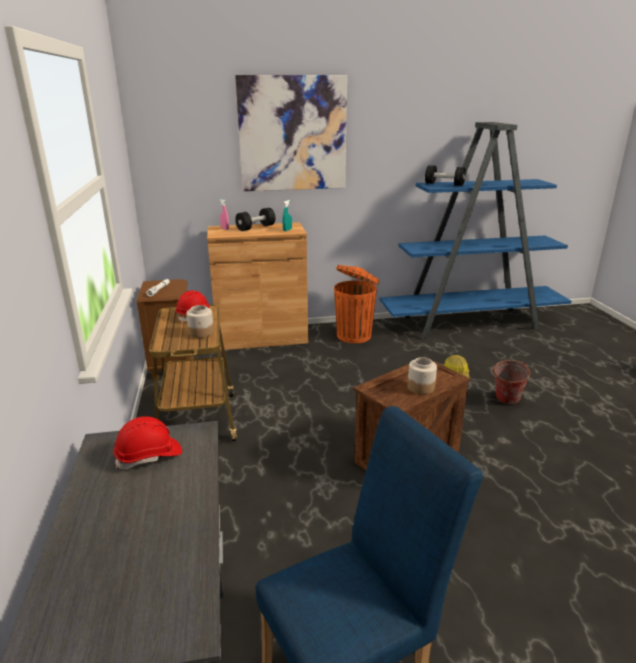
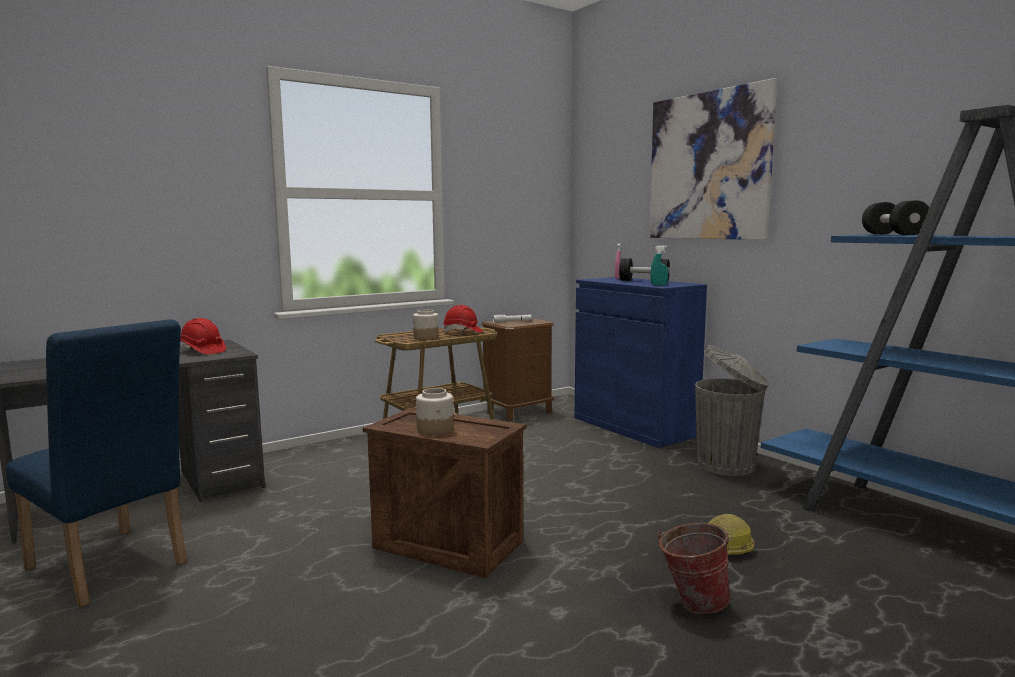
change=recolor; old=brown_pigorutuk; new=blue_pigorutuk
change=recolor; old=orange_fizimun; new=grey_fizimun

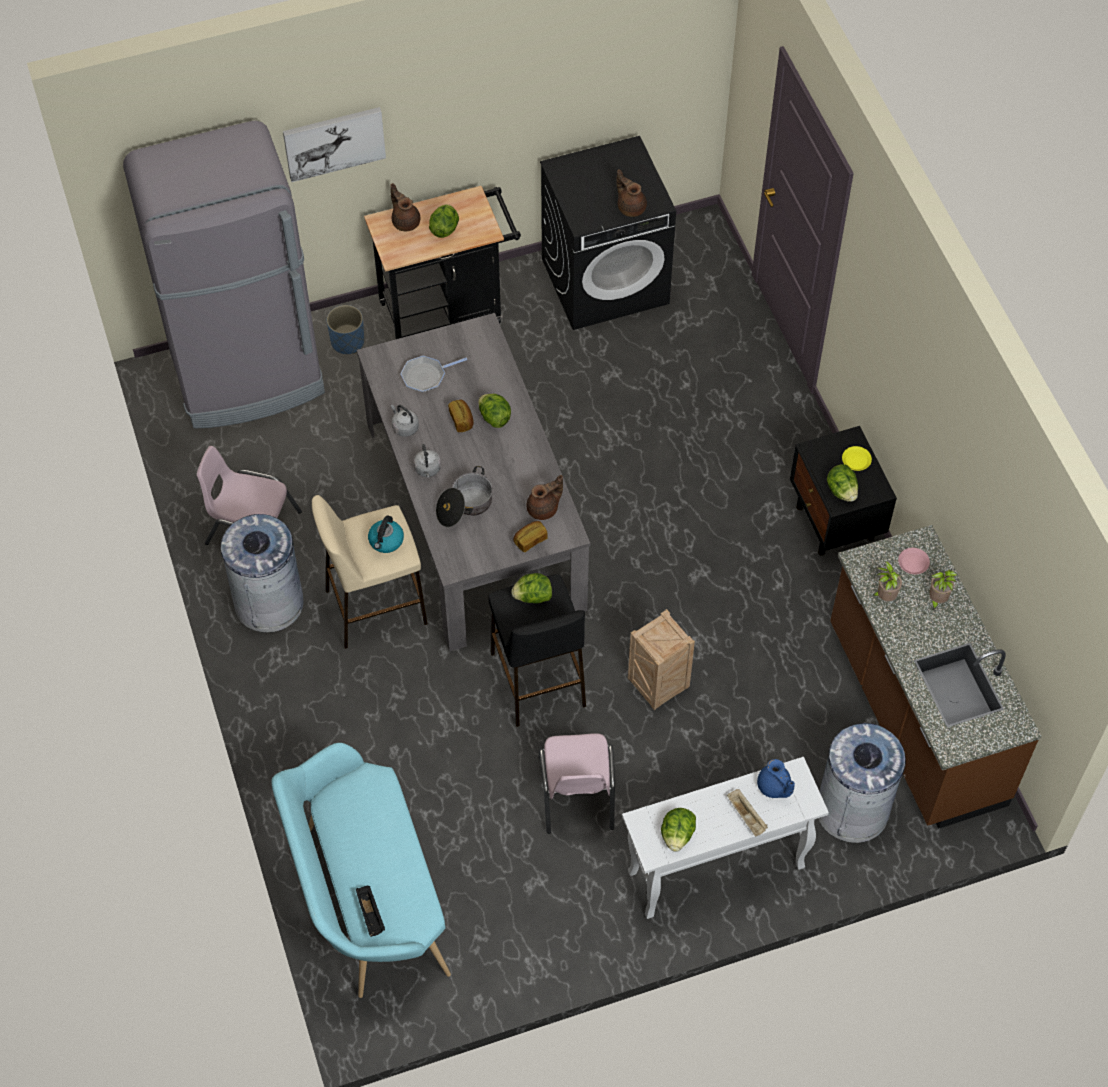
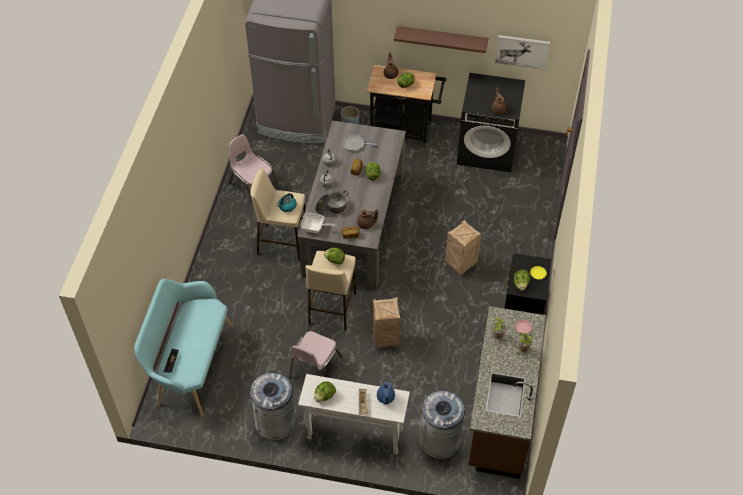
change=insert; new=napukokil (1st from left)
change=insert; new=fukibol
change=insert; new=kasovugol (2nd from left)
change=move; old=grey_fizimun (1st from left)
change=move; old=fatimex
change=recolor; old=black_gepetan; new=beige_gepetan (2nd from left)

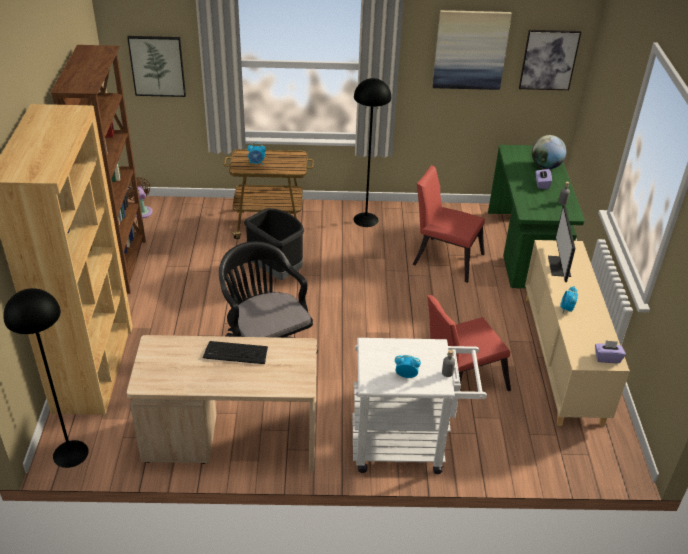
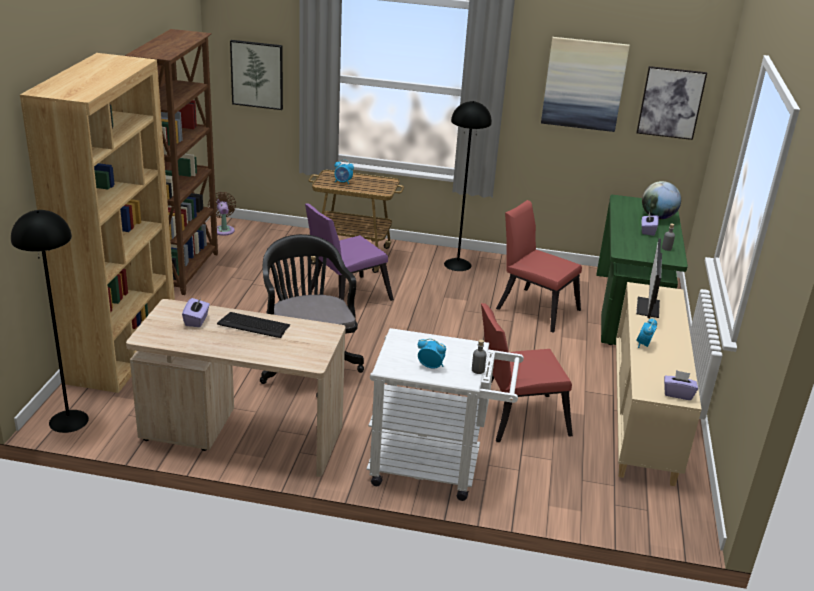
change=insert; new=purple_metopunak (1st from left)
change=replace; old=black_fizimun; new=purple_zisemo

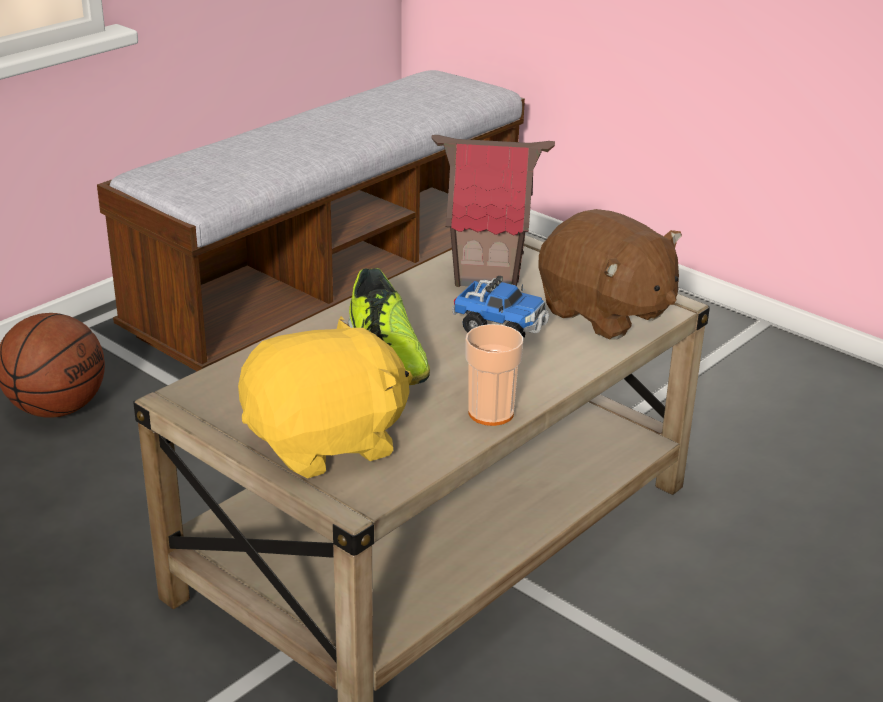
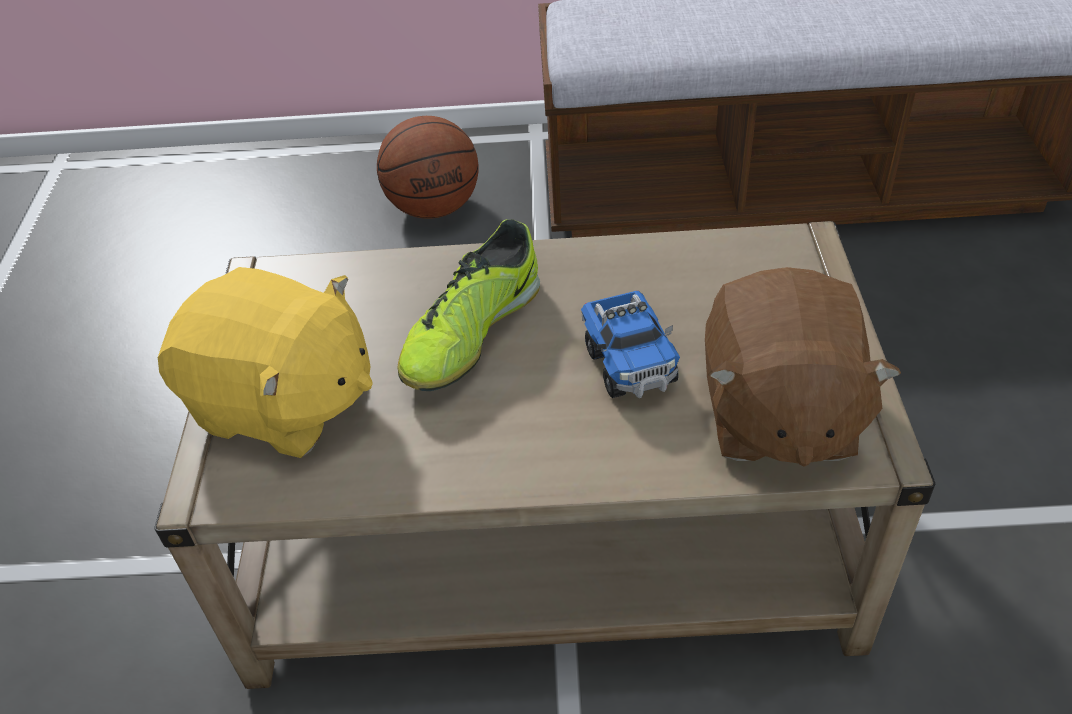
change=delete; old=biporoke
change=delete; old=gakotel

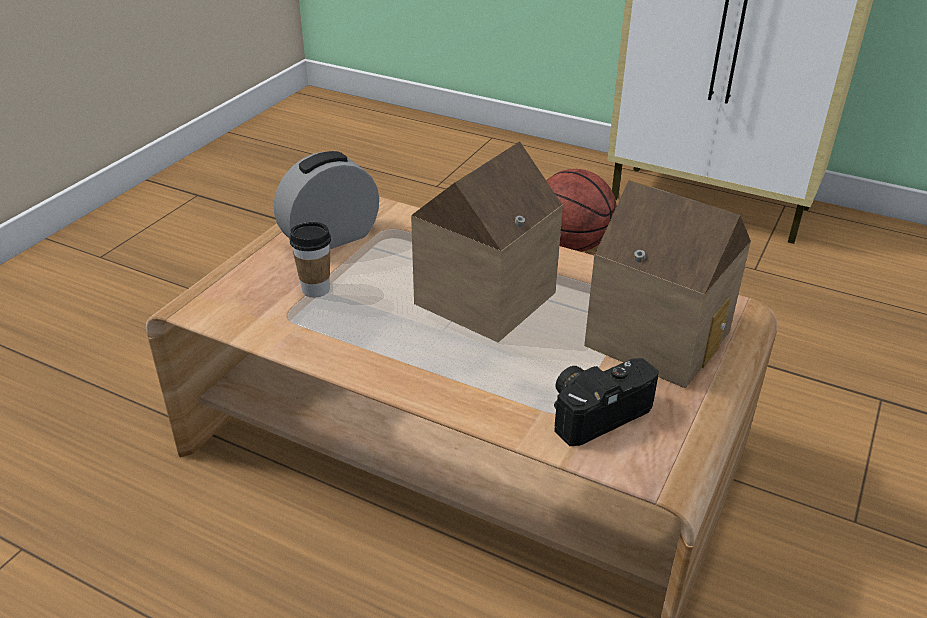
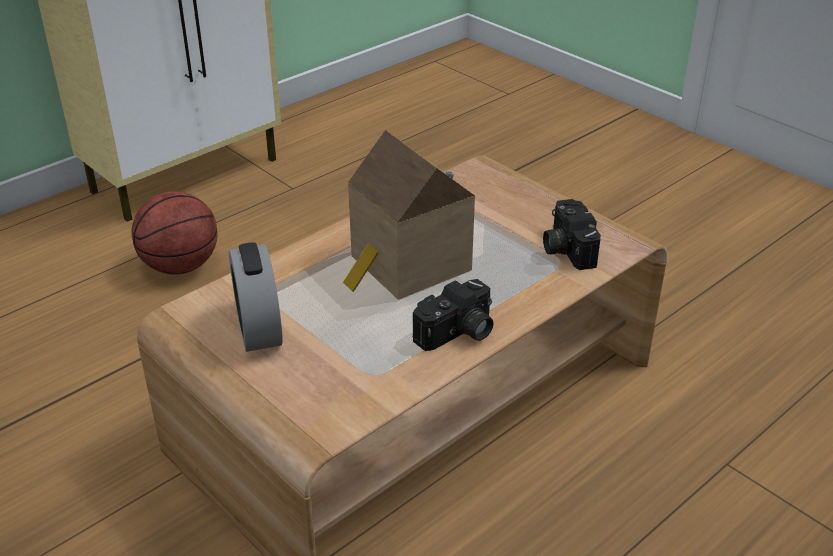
change=delete; old=gakotel
change=delete; old=biporoke (2nd from left)
change=insert; new=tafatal (1st from left)

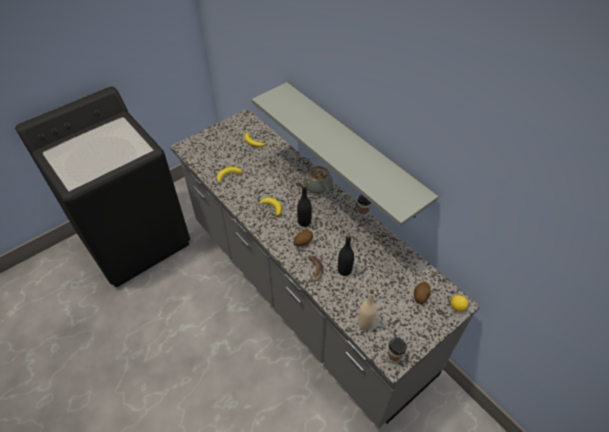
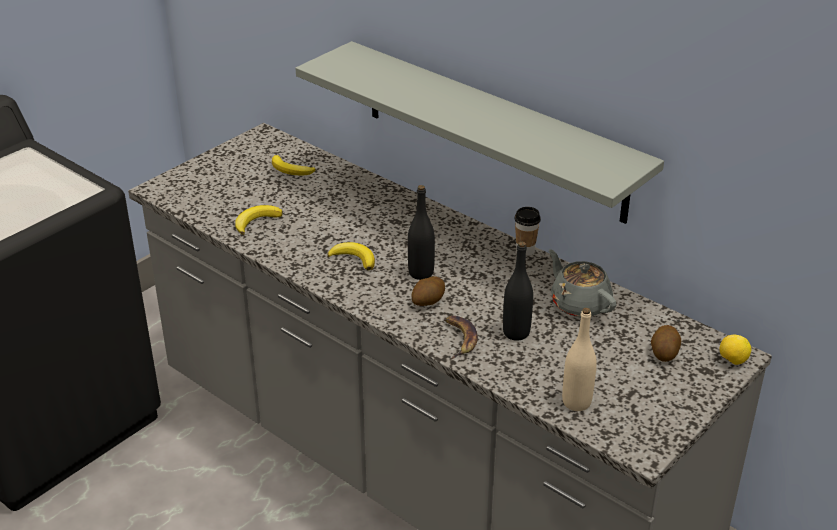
change=delete; old=gakotel (2nd from left)
change=move; old=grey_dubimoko

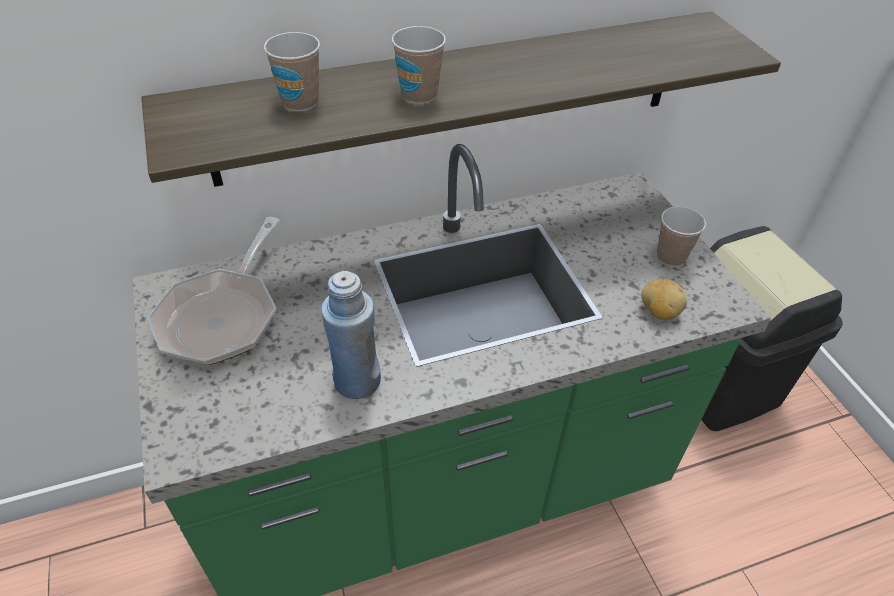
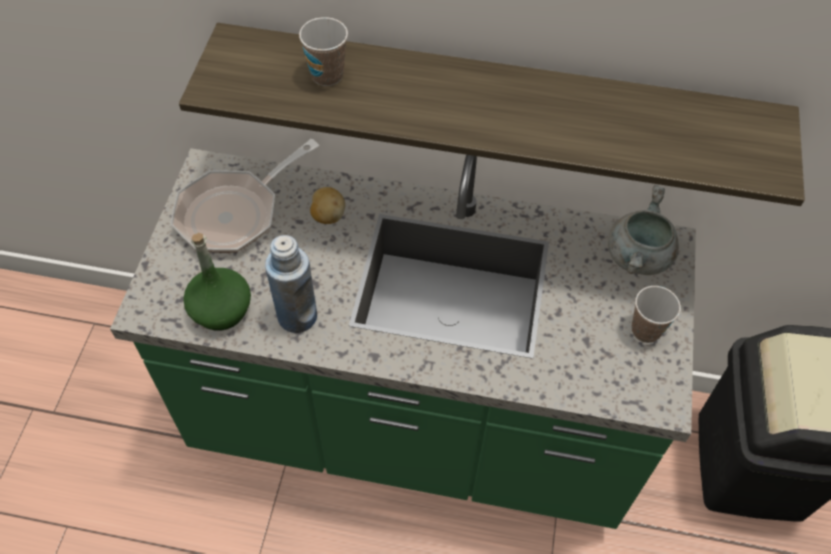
change=delete; old=gakotel (2nd from left)
change=insert; new=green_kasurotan
change=insert; new=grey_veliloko
change=move; old=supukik

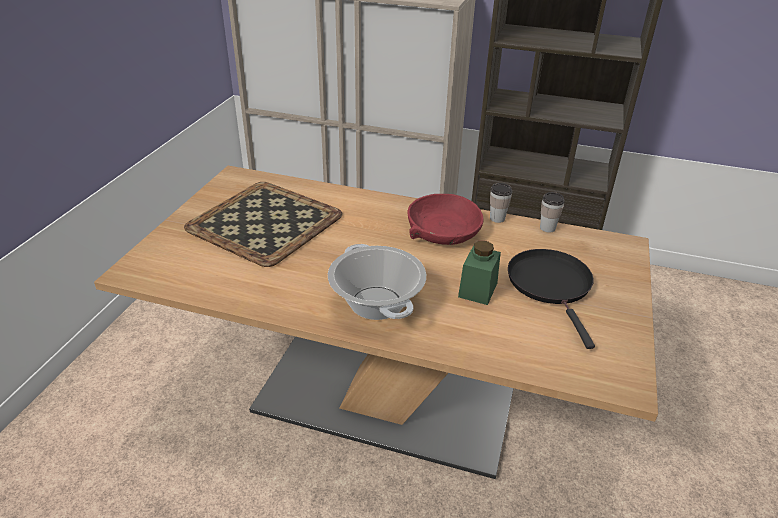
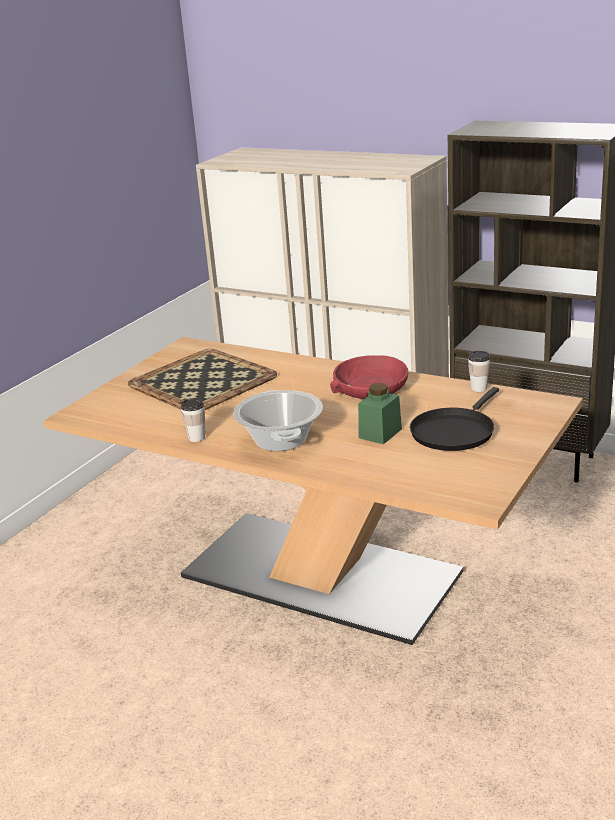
change=move; old=gakotel (1st from left)
change=rotate; old=black_napukokil; degrees=-150

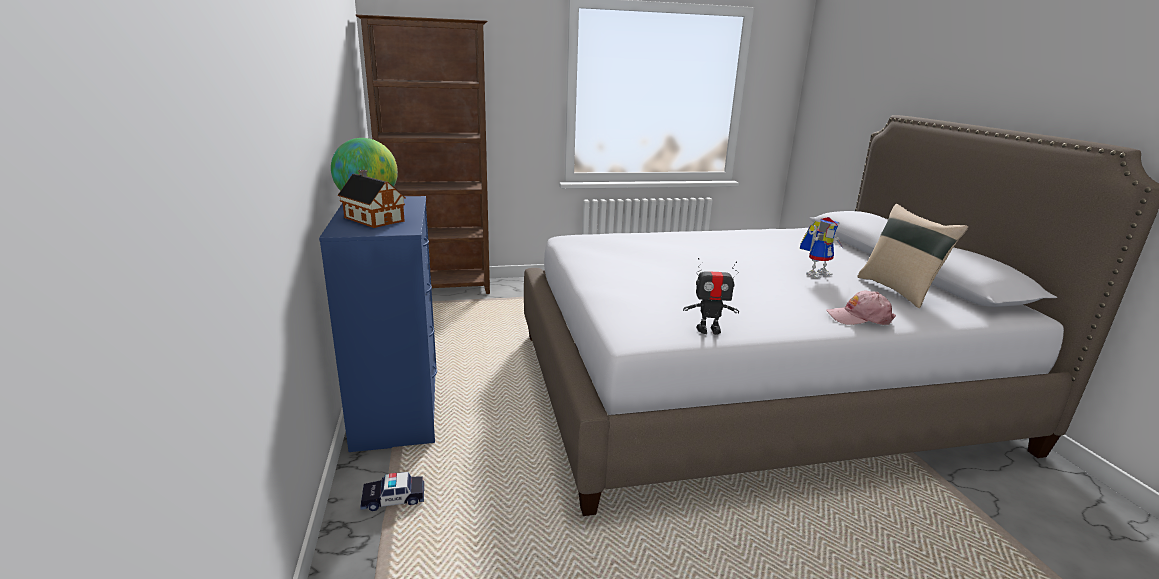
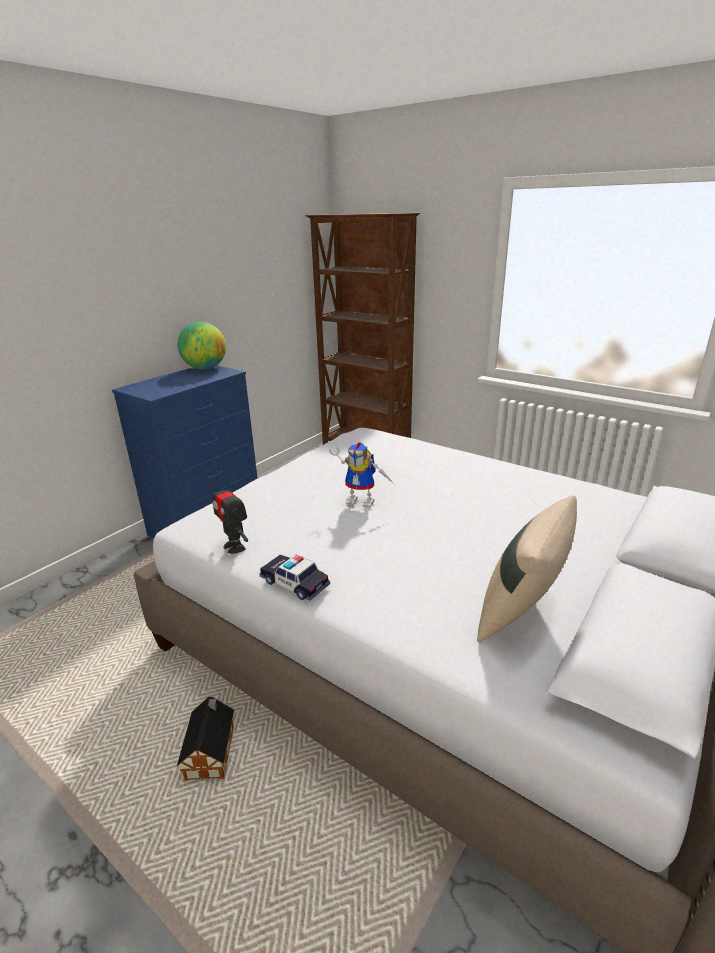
change=delete; old=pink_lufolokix
change=move; old=biporoke
change=move; old=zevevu
change=move; old=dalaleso (2nd from left)

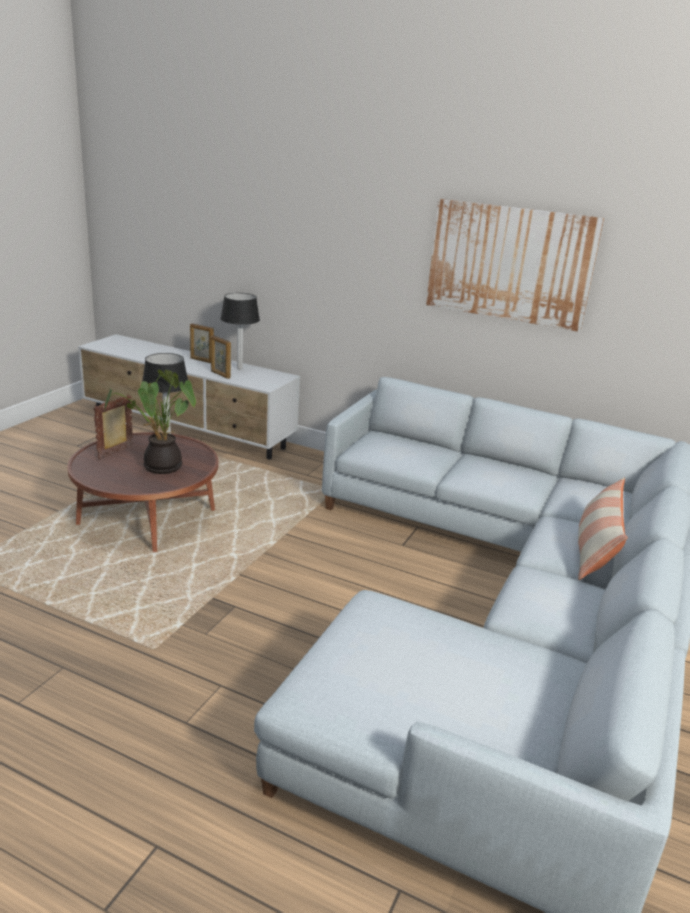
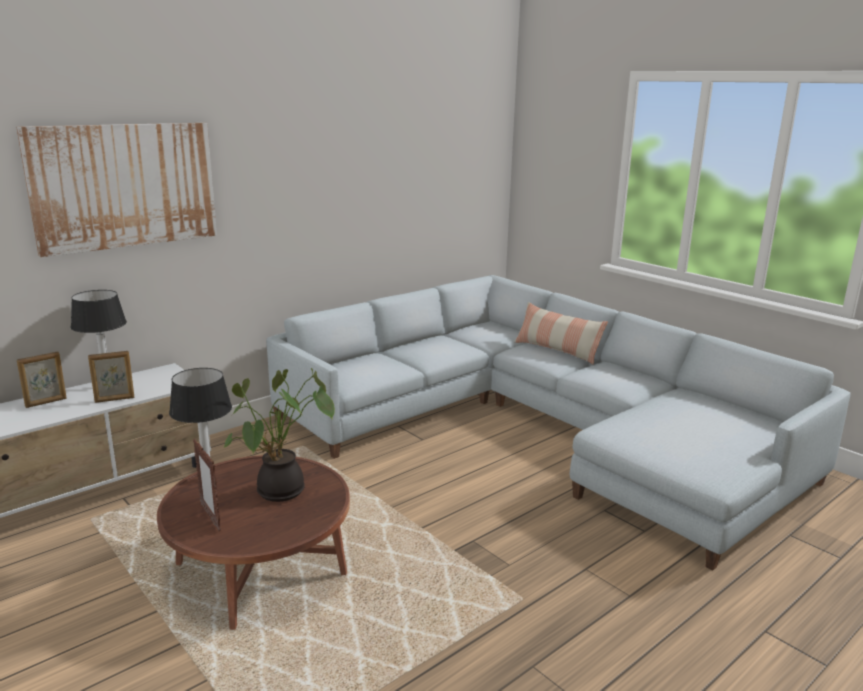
change=move; old=fatimex

